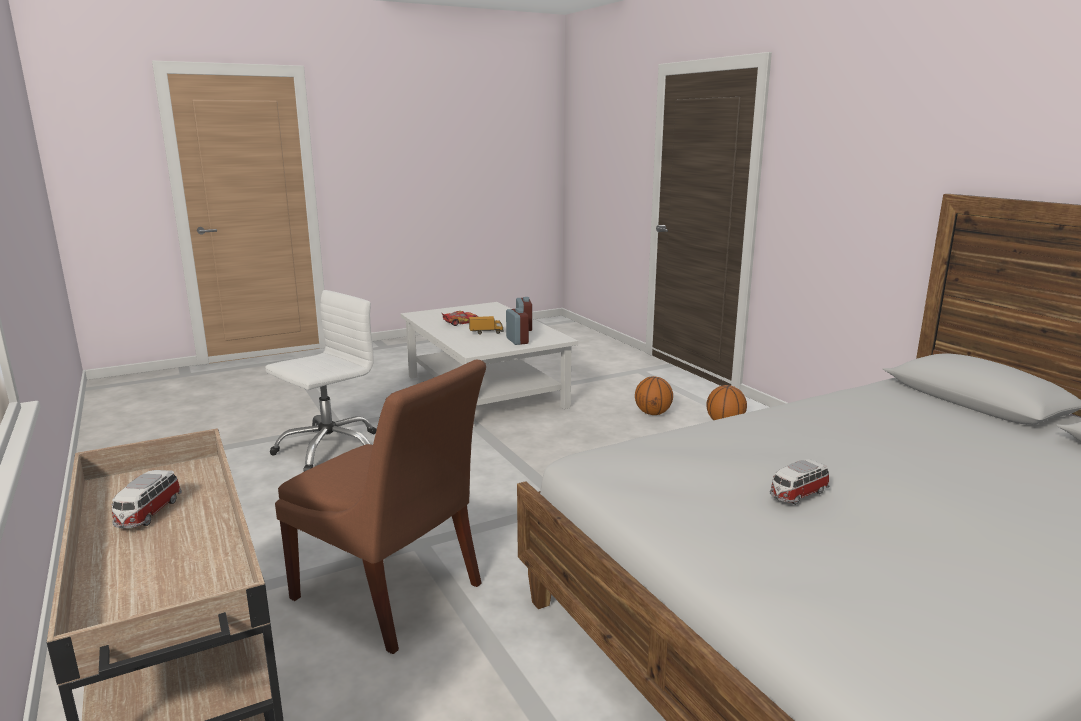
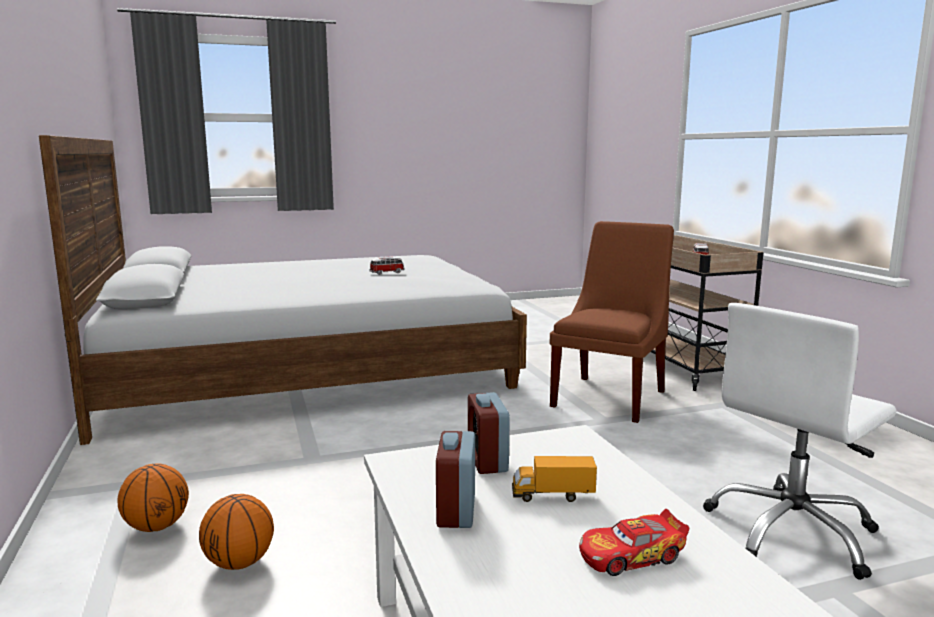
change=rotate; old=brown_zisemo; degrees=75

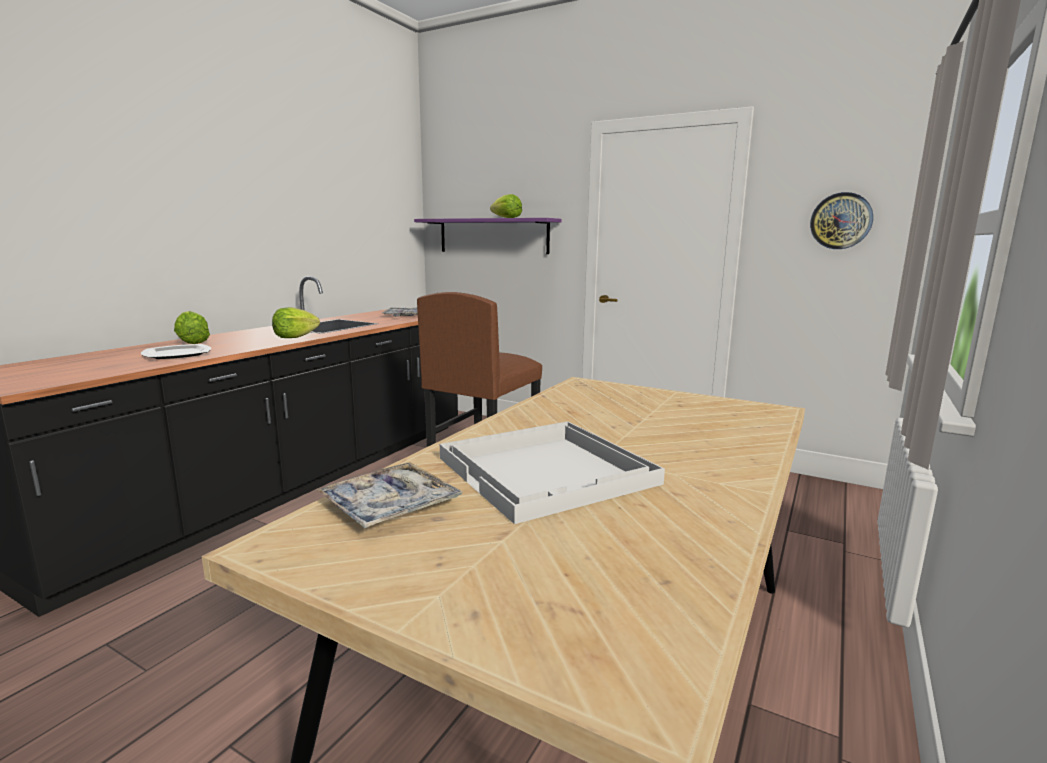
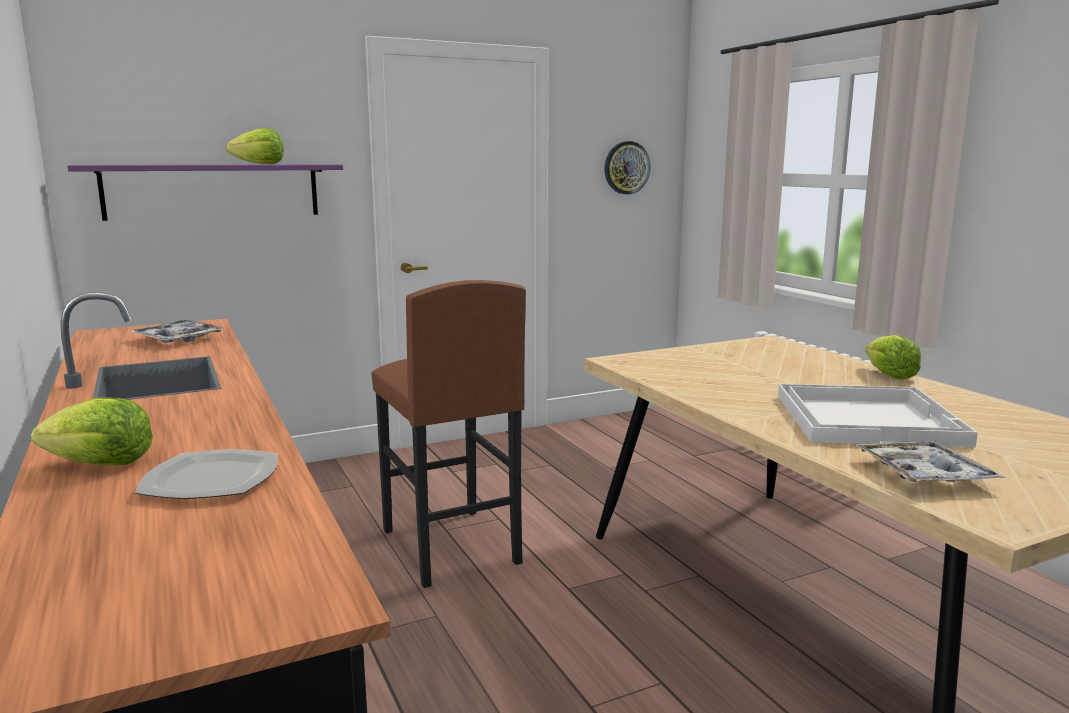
change=move; old=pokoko (2nd from left in the first image); new=pokoko (3rd from left)

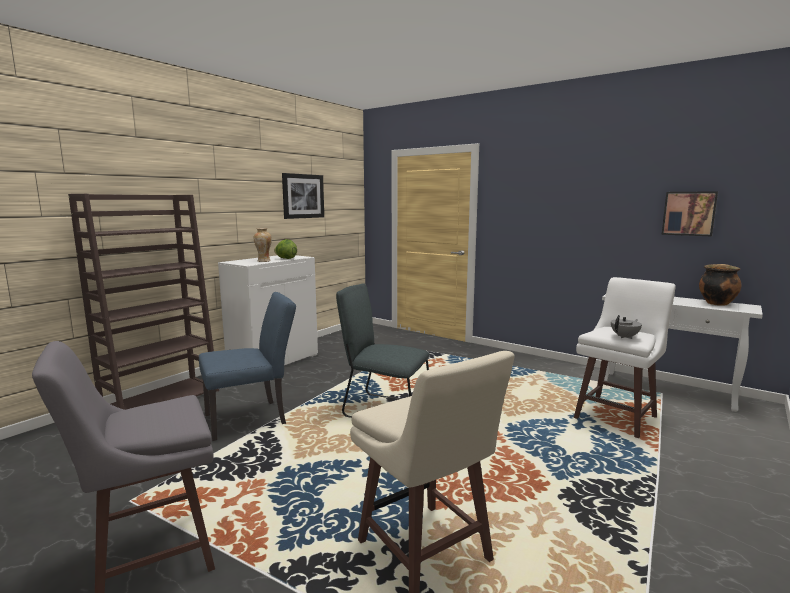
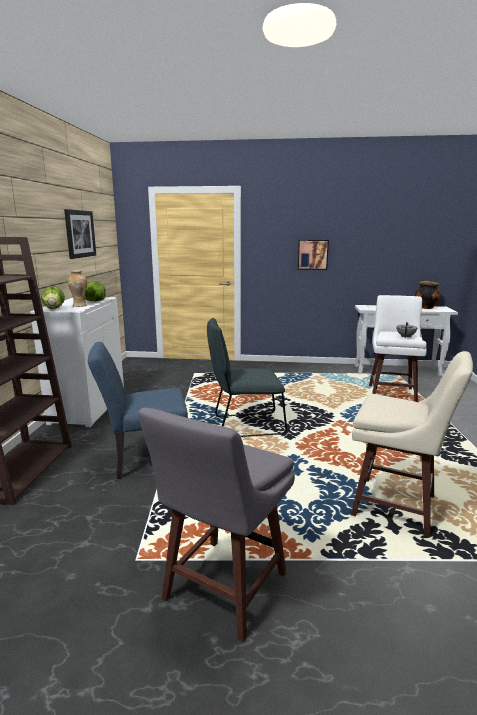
change=insert; new=pokoko (1st from left)
change=move; old=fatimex (2nd from left)
change=rotate; old=blue_zisemo; degrees=-135

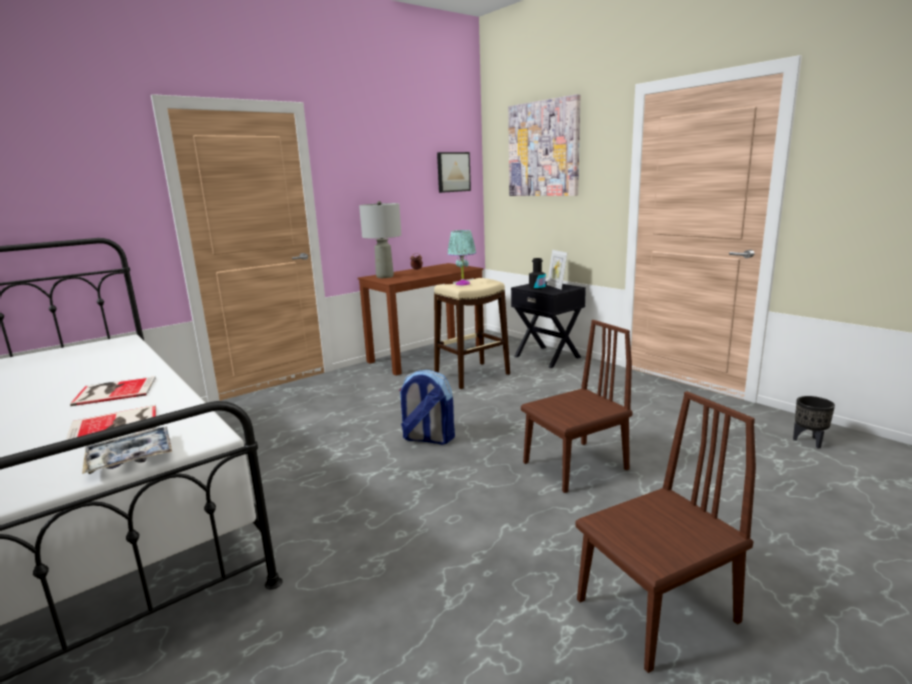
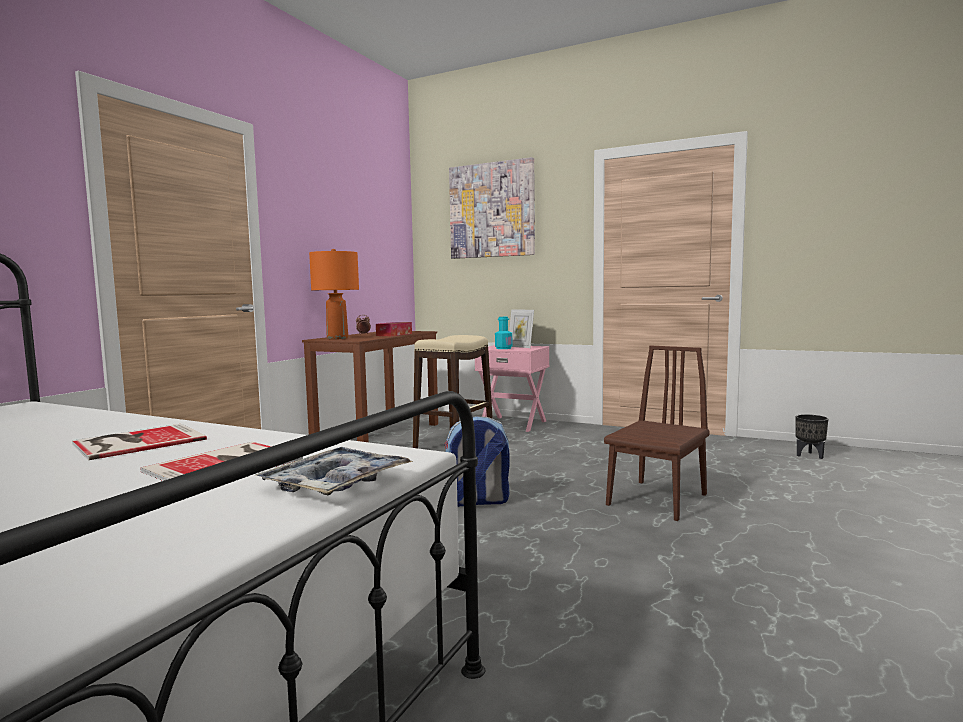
change=delete; old=fatimex (1st from left)
change=delete; old=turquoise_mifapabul
change=delete; old=brown_zisemo (2nd from left)
change=insert; new=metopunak
change=recolor; old=grey_mifapabul; new=orange_mifapabul
change=recolor; old=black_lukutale; new=pink_lukutale
change=recolor; old=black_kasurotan; new=turquoise_kasurotan

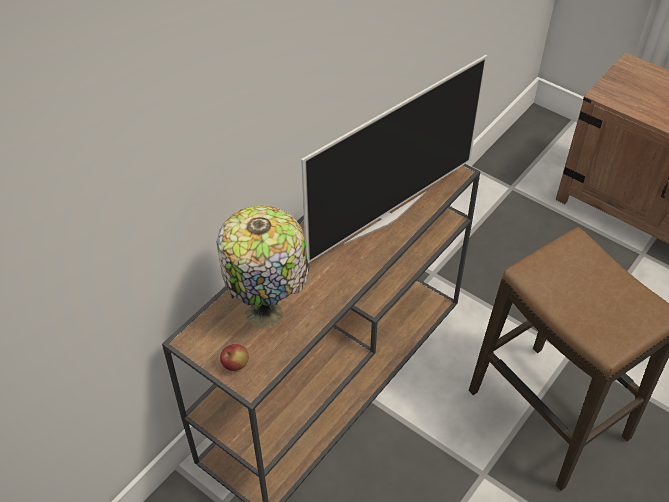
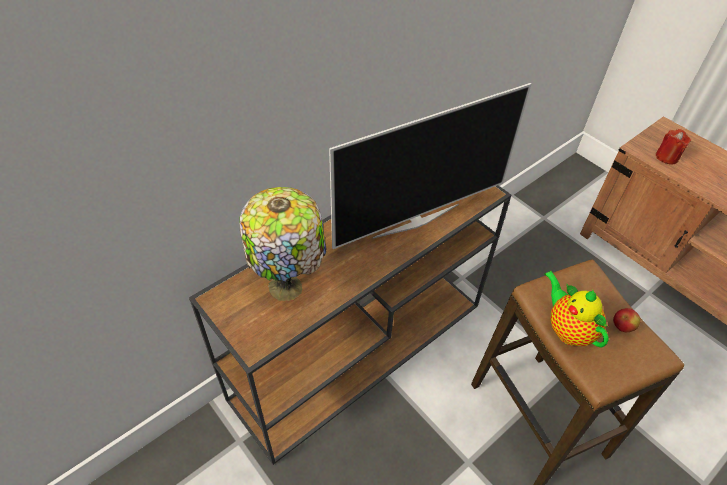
change=insert; new=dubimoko
change=insert; new=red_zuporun
change=move; old=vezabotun

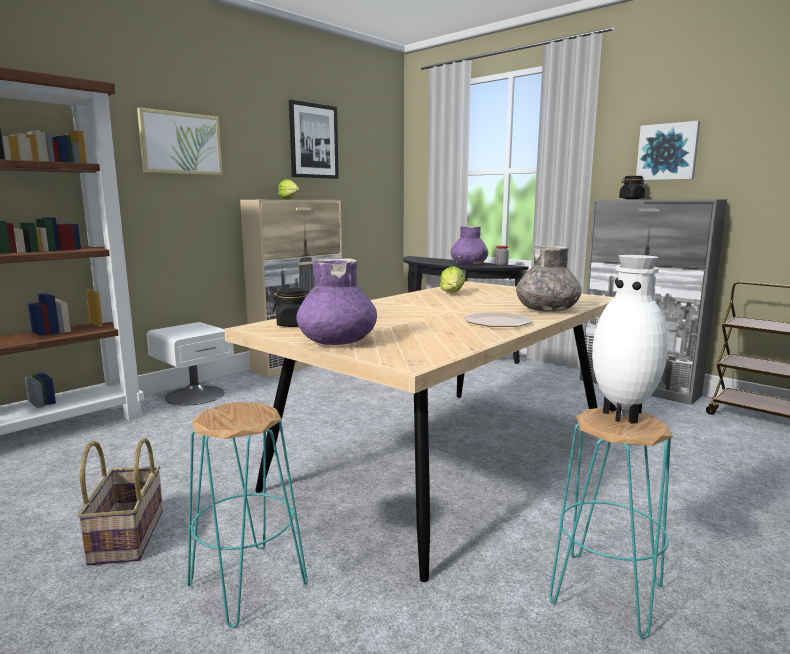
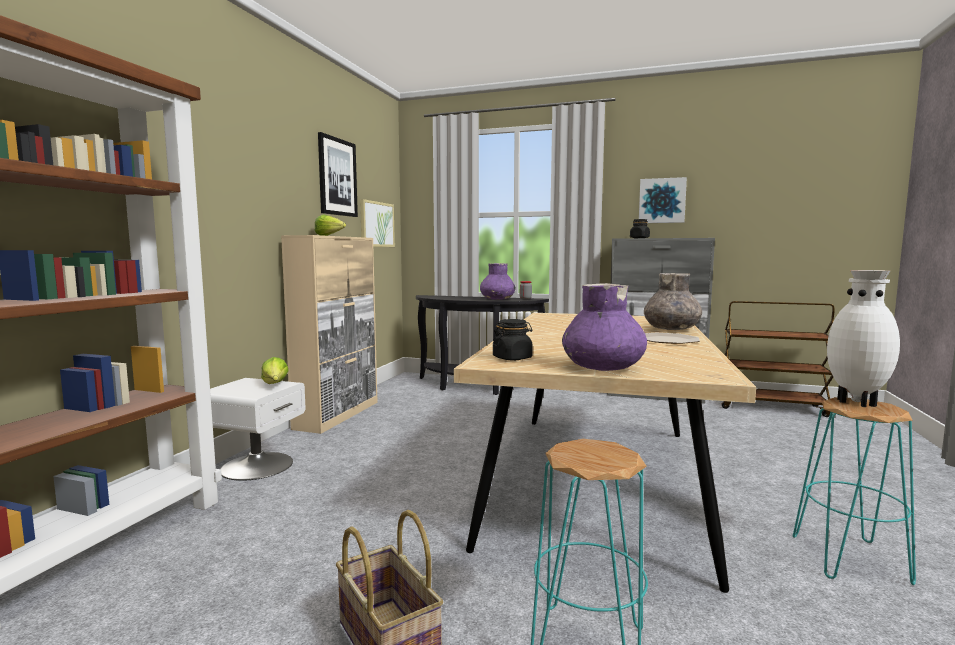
change=move; old=fatimex (1st from left in the first image); new=fatimex (2nd from left)
change=move; old=pokoko (2nd from left in the first image); new=pokoko (1st from left)

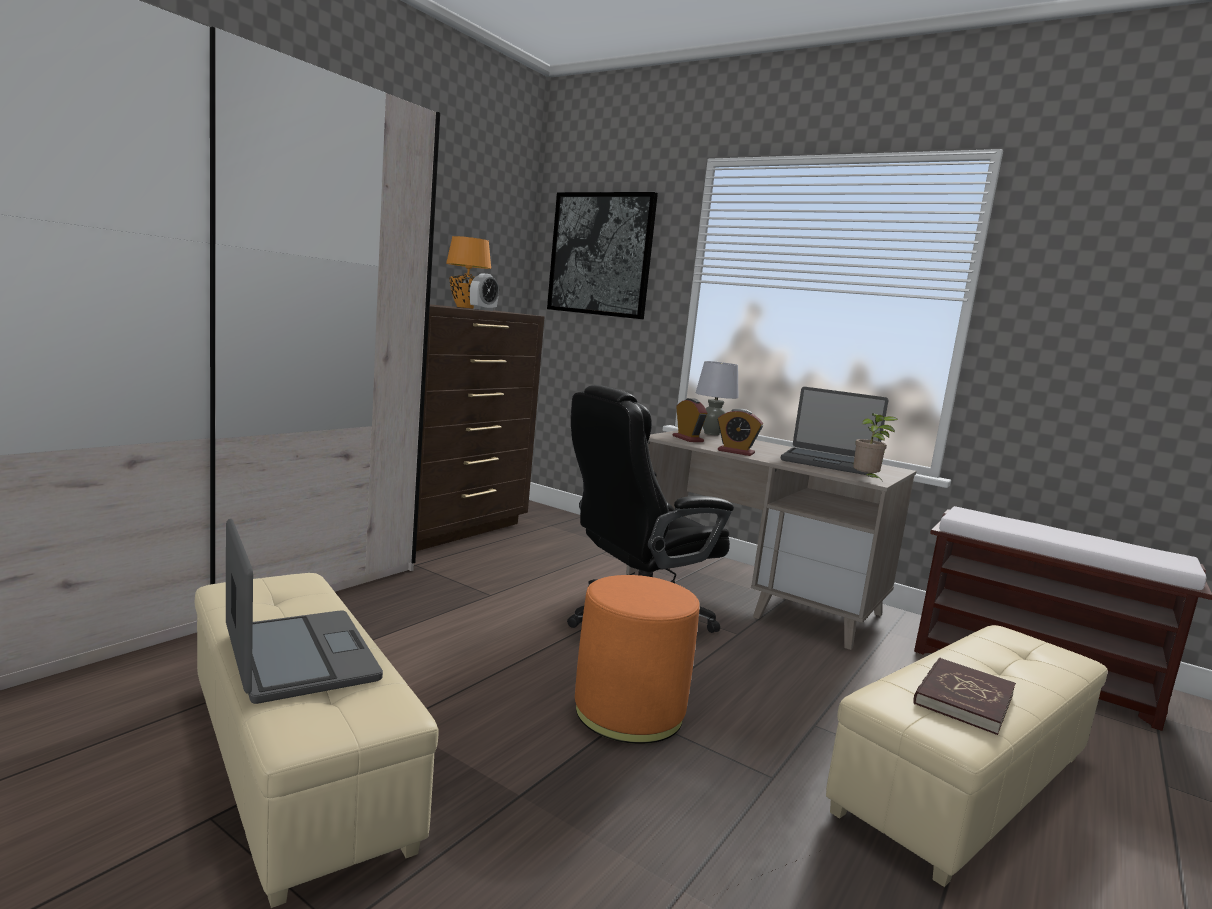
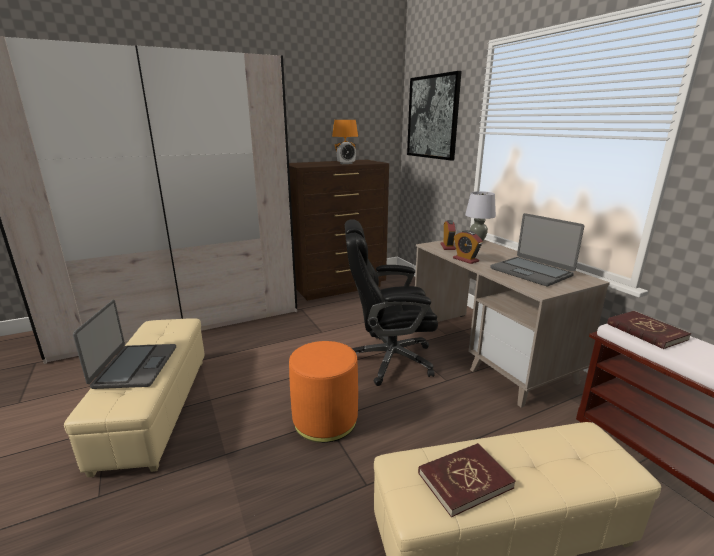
change=delete; old=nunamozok
change=insert; new=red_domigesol (2nd from left)

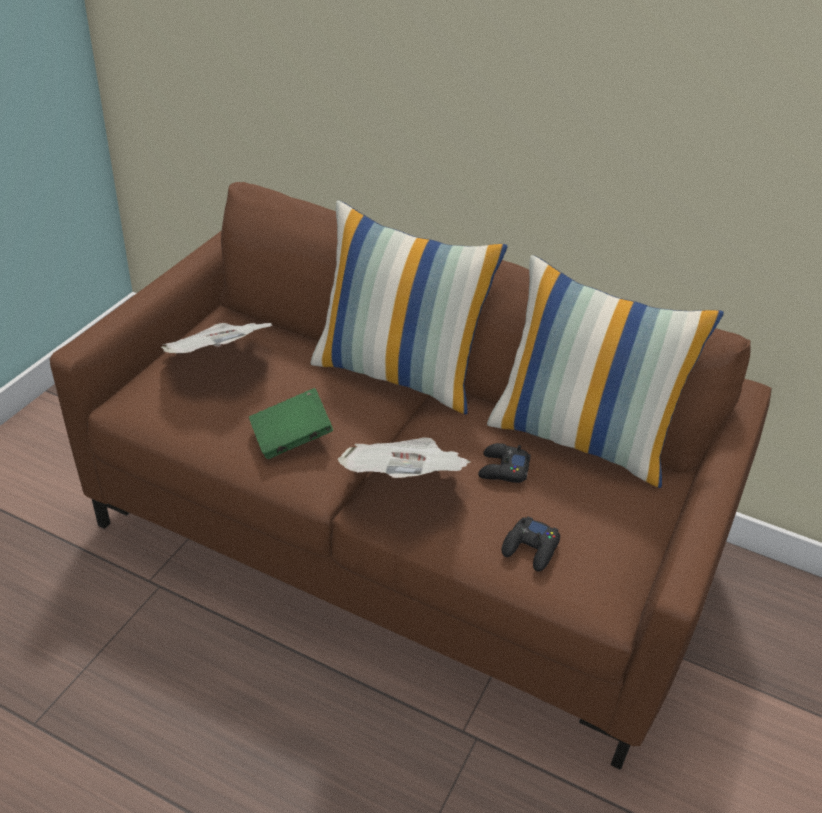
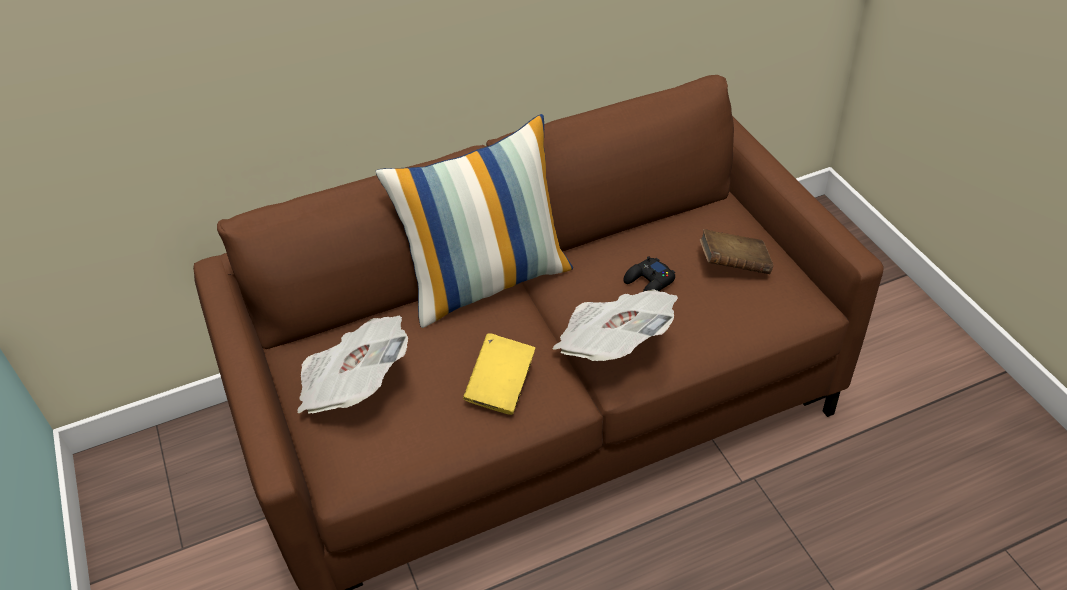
change=delete; old=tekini (2nd from left)
change=delete; old=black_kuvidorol (2nd from left)
change=insert; new=brown_domigesol
change=recolor; old=green_domigesol; new=yellow_domigesol

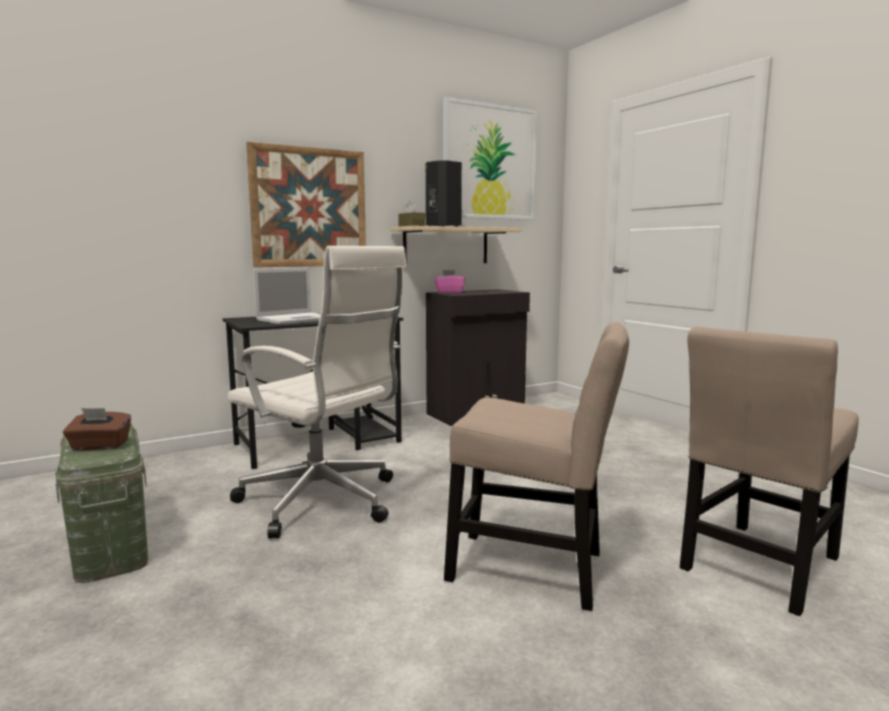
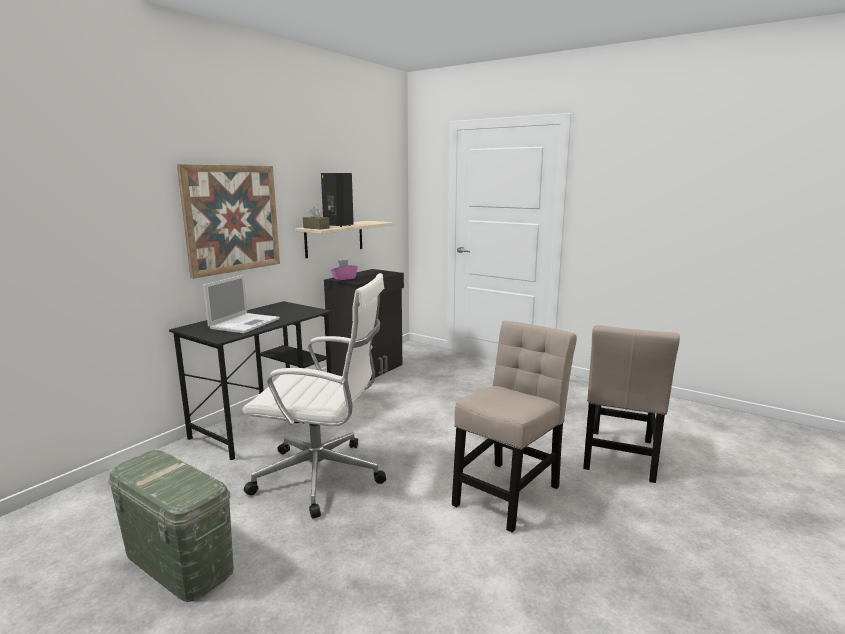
change=delete; old=brown_metopunak (1st from left)
change=delete; old=fatimex (2nd from left)
change=rotate; old=beige_zisemo (1st from left); degrees=-45

